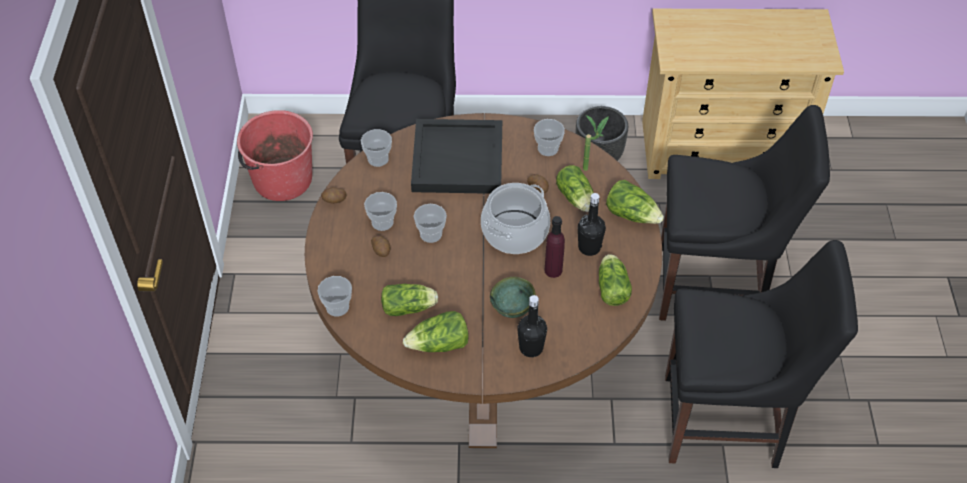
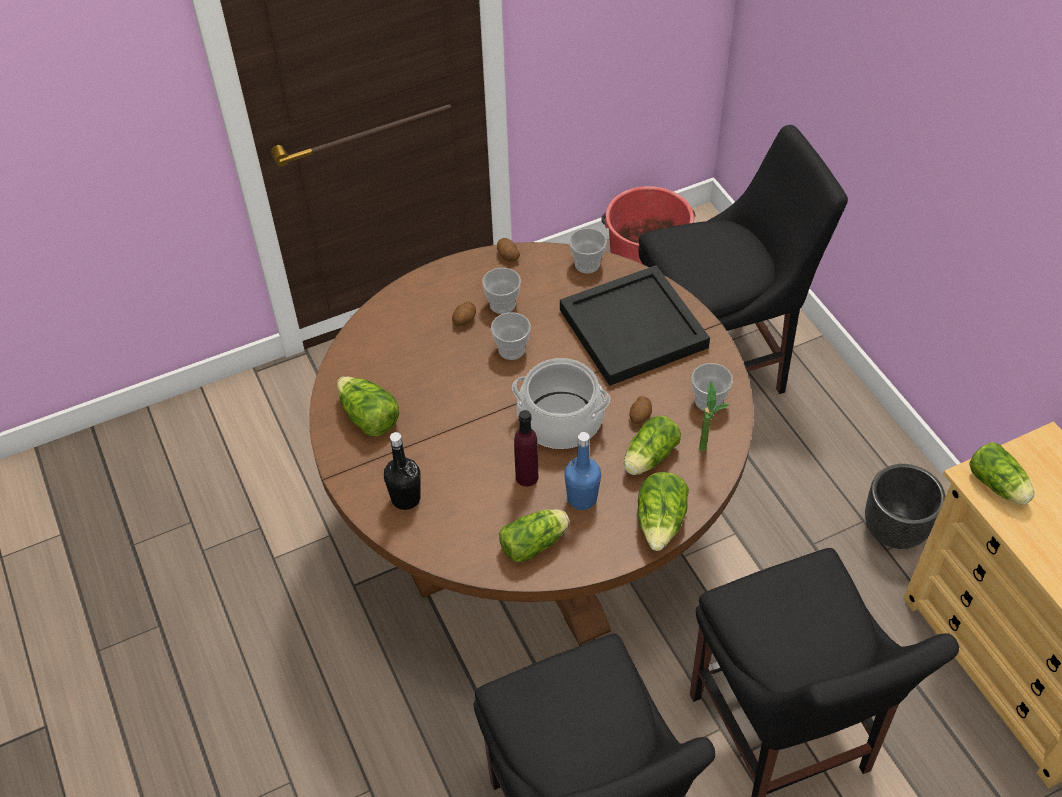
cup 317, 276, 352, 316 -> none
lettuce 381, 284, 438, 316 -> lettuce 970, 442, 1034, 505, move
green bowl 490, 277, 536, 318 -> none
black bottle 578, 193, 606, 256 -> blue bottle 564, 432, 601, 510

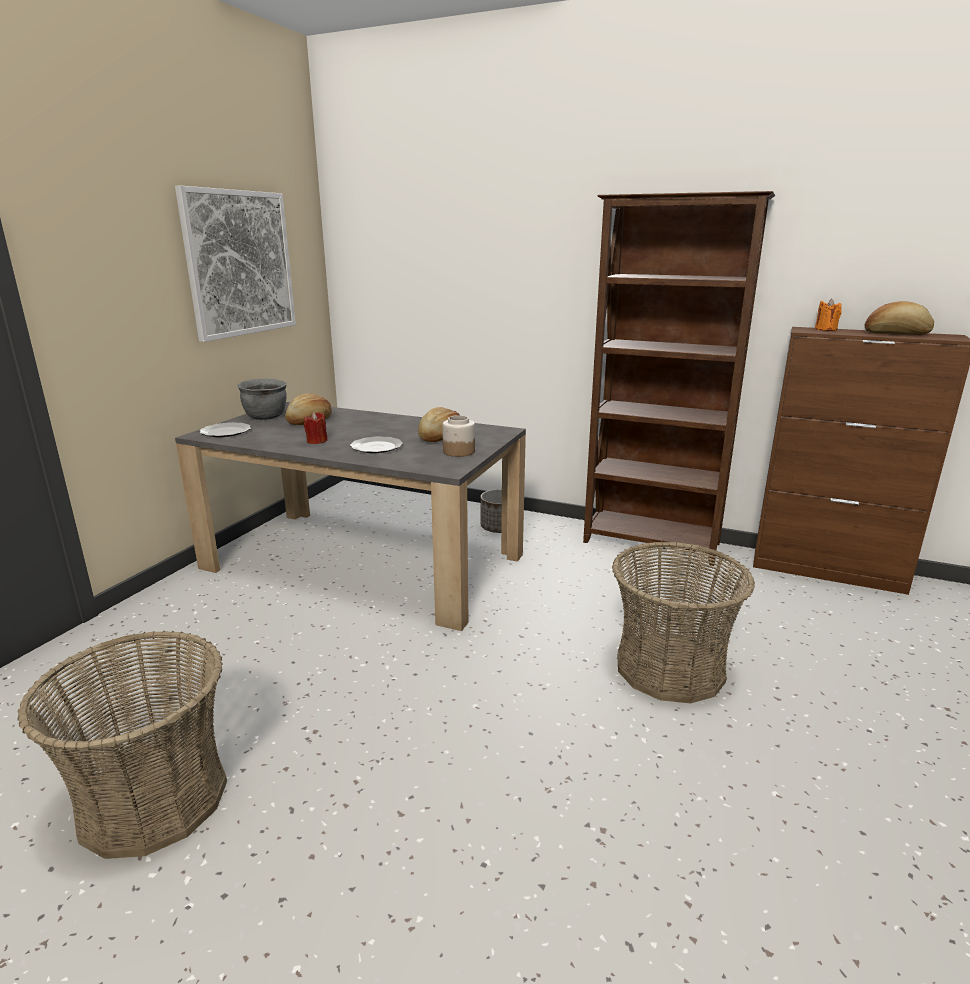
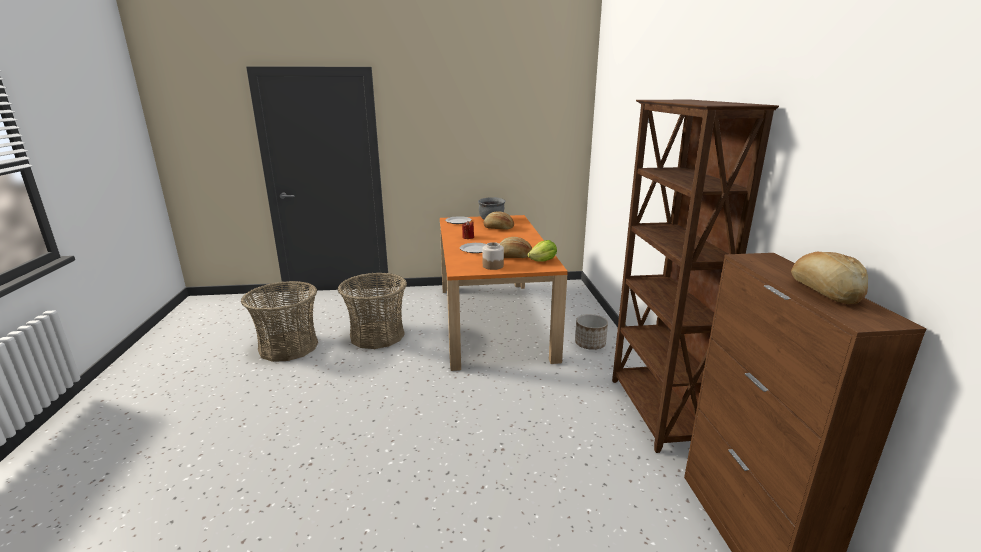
picture 175, 185, 296, 342 -> none
grey dining table 175, 402, 526, 631 -> orange dining table 440, 215, 568, 371
basket 612, 541, 755, 703 -> basket 338, 273, 407, 349, move
orange candle 815, 298, 842, 331 -> none
none -> lettuce 527, 240, 557, 262

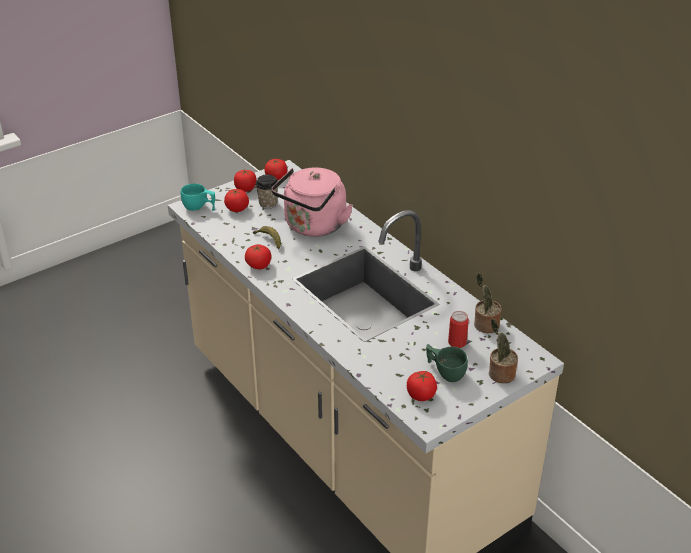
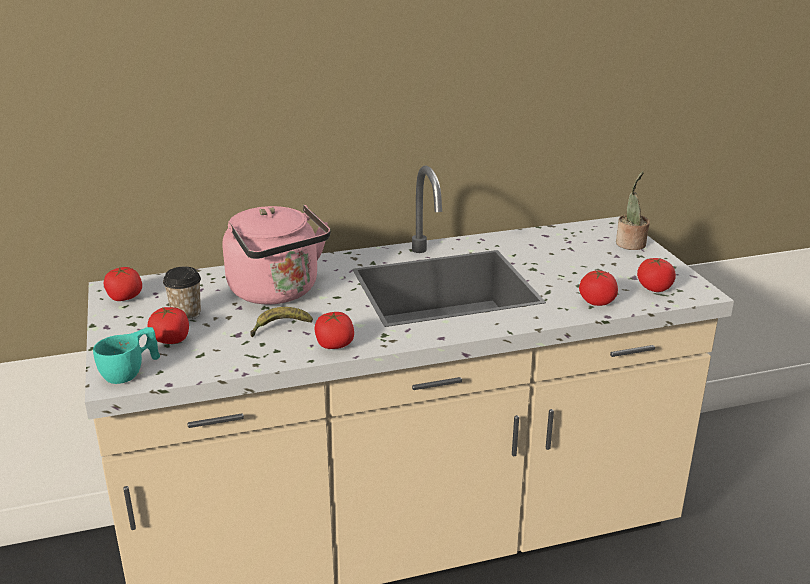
tomato 234, 170, 256, 192 -> tomato 579, 271, 618, 306, move
green cup 426, 344, 468, 382 -> none
can 448, 311, 469, 348 -> none
potted plant 474, 273, 502, 333 -> none

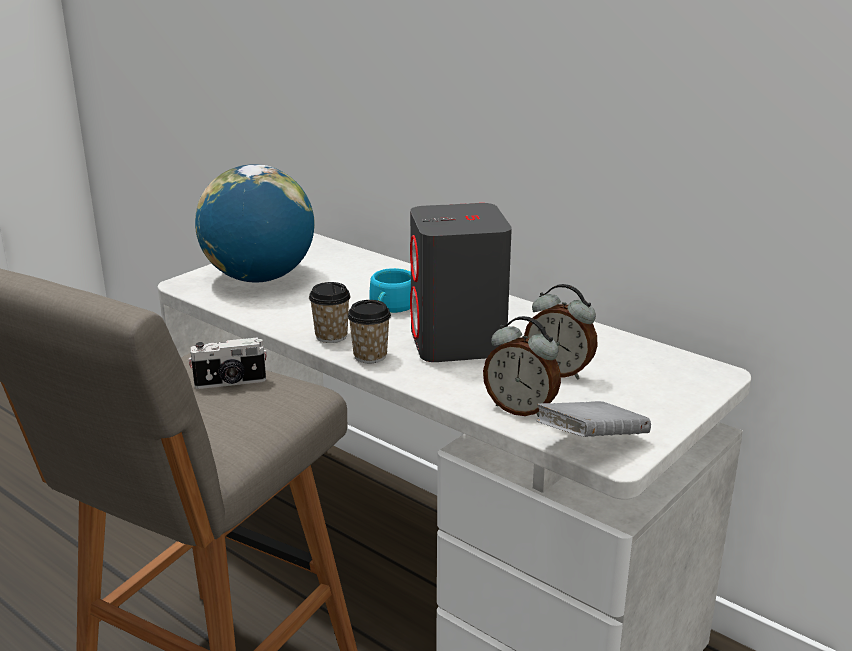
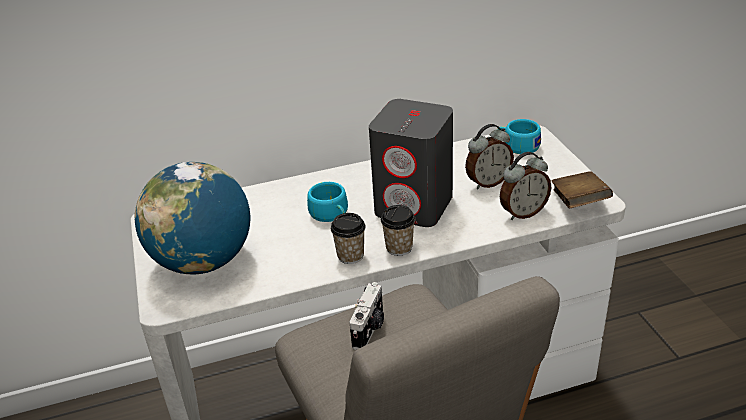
grey book 536, 401, 651, 437 -> brown book 551, 171, 613, 209
none -> turquoise cup 497, 119, 541, 154

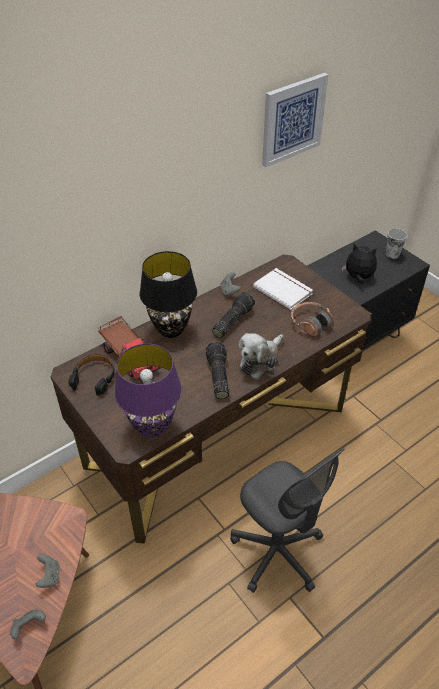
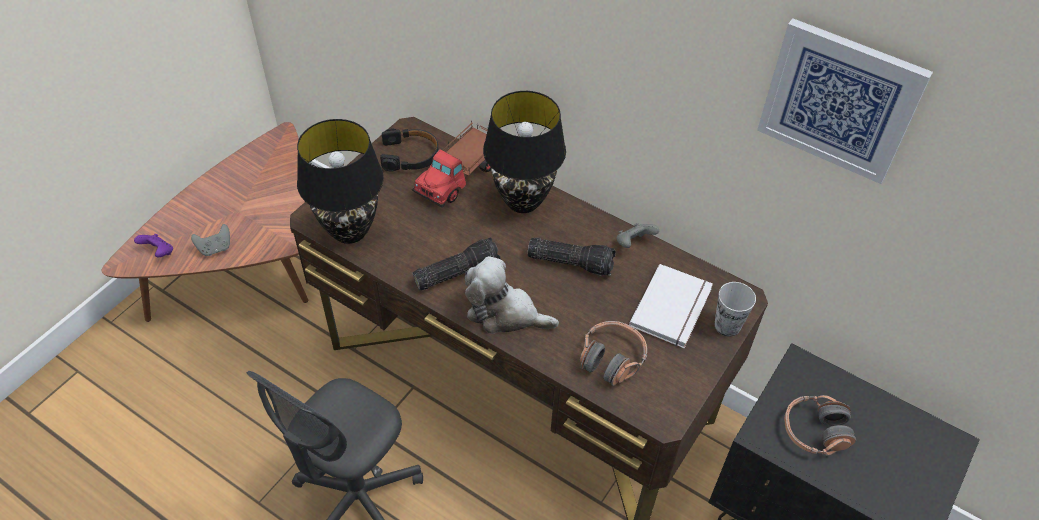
grey game controller 10, 609, 46, 639 -> purple game controller 134, 234, 173, 257
purple table lamp 114, 344, 182, 437 -> black table lamp 297, 119, 384, 244
plush toy 341, 243, 377, 284 -> headphones 784, 395, 856, 456
cup 386, 229, 407, 259 -> cup 714, 282, 756, 337, move

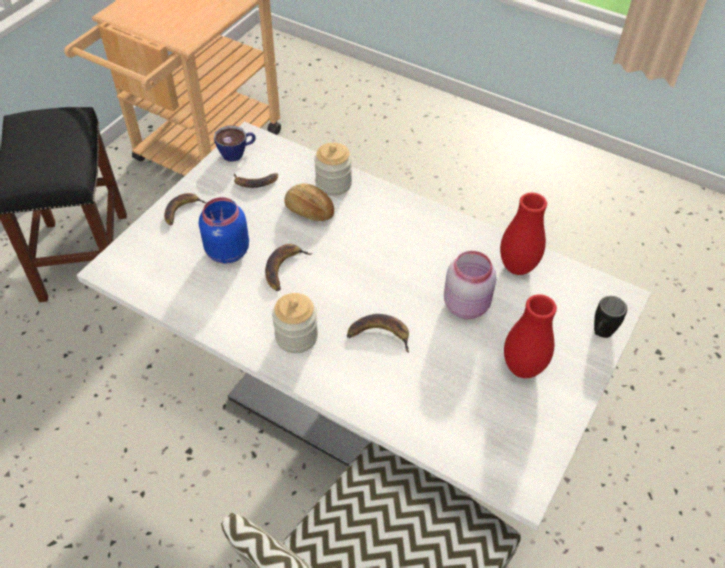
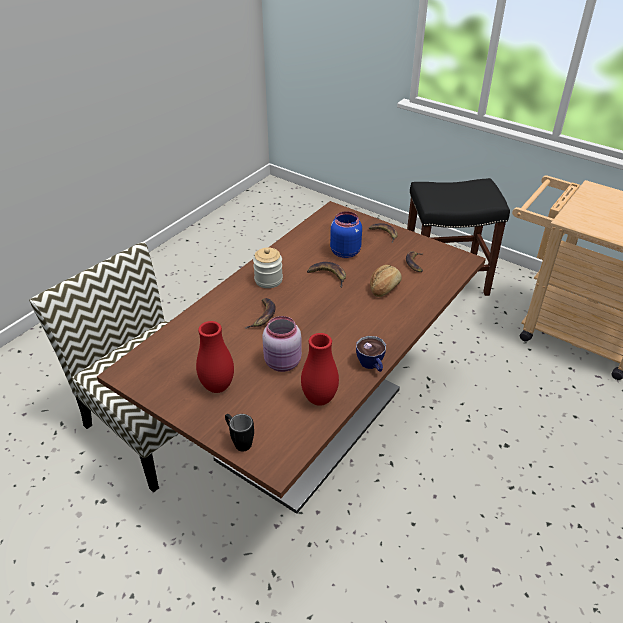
white dining table 77, 122, 651, 531 -> brown dining table 97, 201, 486, 514
cup 214, 125, 256, 162 -> cup 356, 336, 386, 372, move
jar 314, 143, 352, 196 -> none

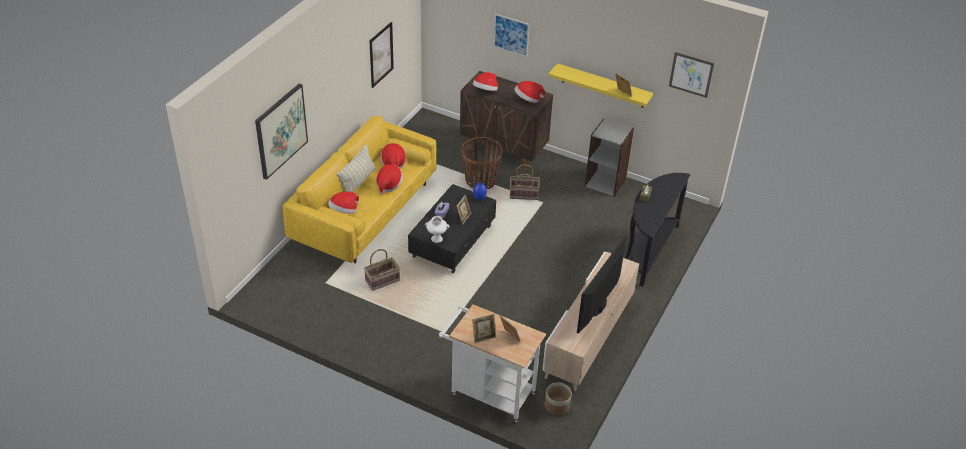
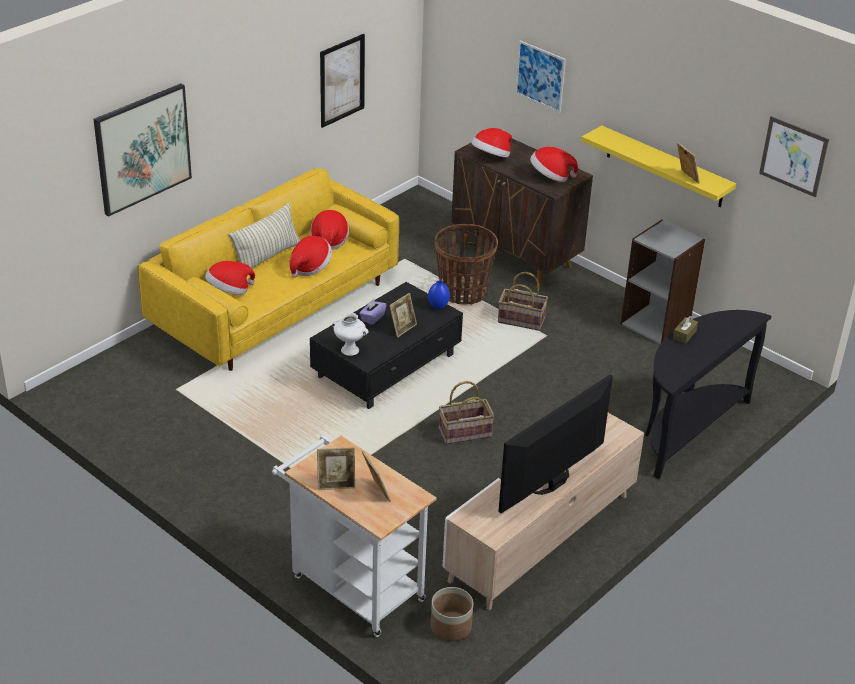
basket 364, 249, 400, 291 -> basket 439, 381, 495, 445, move

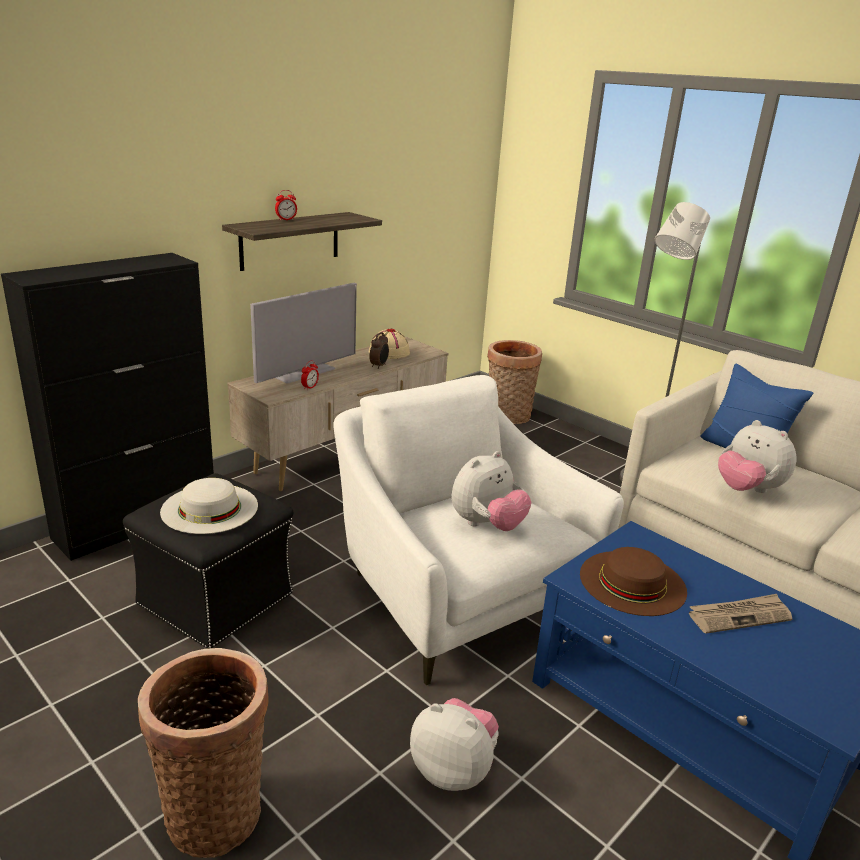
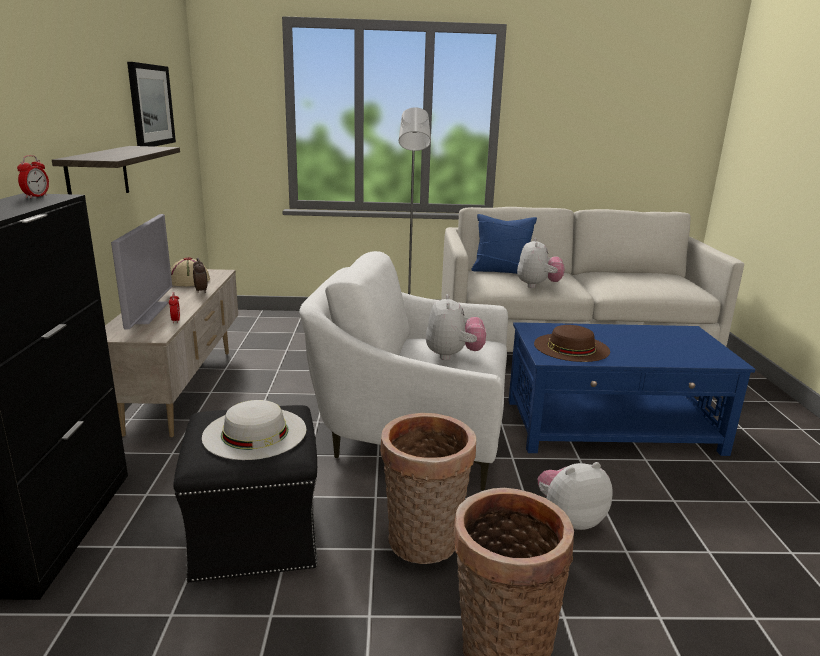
alarm clock 275, 190, 297, 221 -> alarm clock 17, 155, 49, 198, move
basket 487, 340, 542, 424 -> basket 380, 413, 476, 564, move
newspaper 689, 594, 792, 634 -> none
plush toy 718, 420, 796, 493 -> plush toy 517, 238, 565, 288, 90 degrees counterclockwise
none -> picture 127, 62, 176, 147

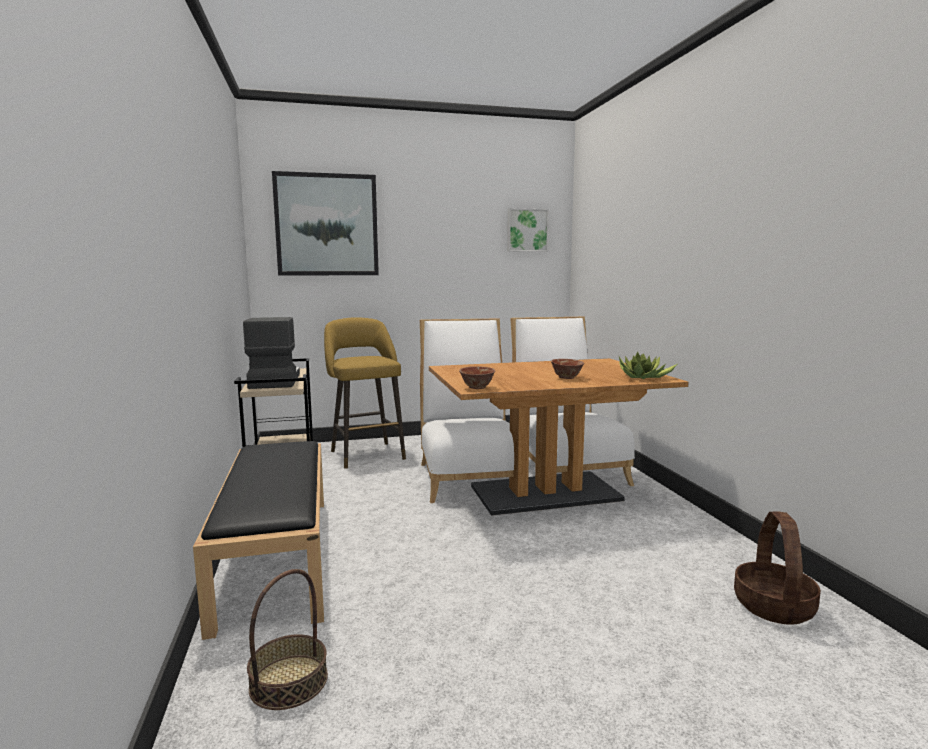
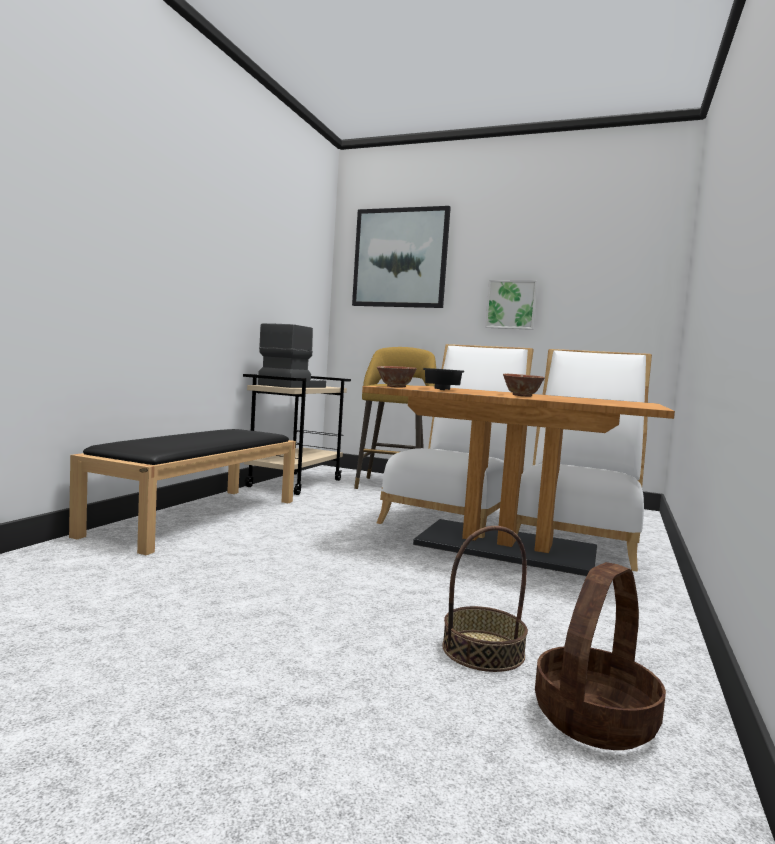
basket 247, 569, 328, 710 -> basket 442, 526, 528, 672, move
picture 507, 208, 549, 252 -> picture 485, 280, 538, 330, move
potted plant 618, 351, 677, 379 -> none
none -> black bowl 423, 368, 465, 390

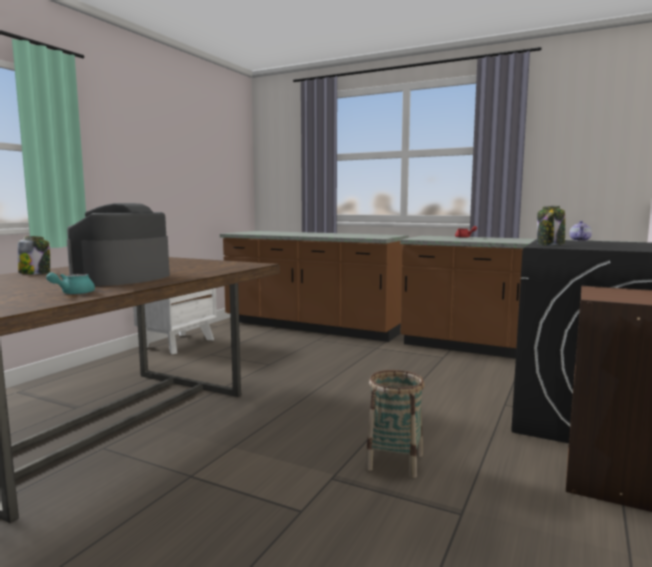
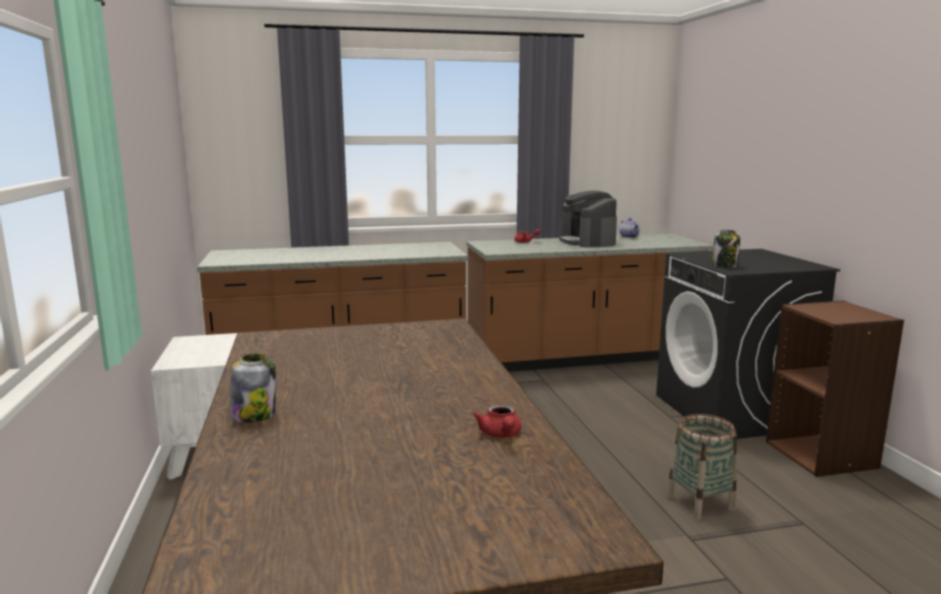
turquoise teapot 46, 272, 95, 295 -> red teapot 473, 404, 521, 438
coffee machine 67, 203, 170, 286 -> coffee machine 559, 190, 617, 247, move

